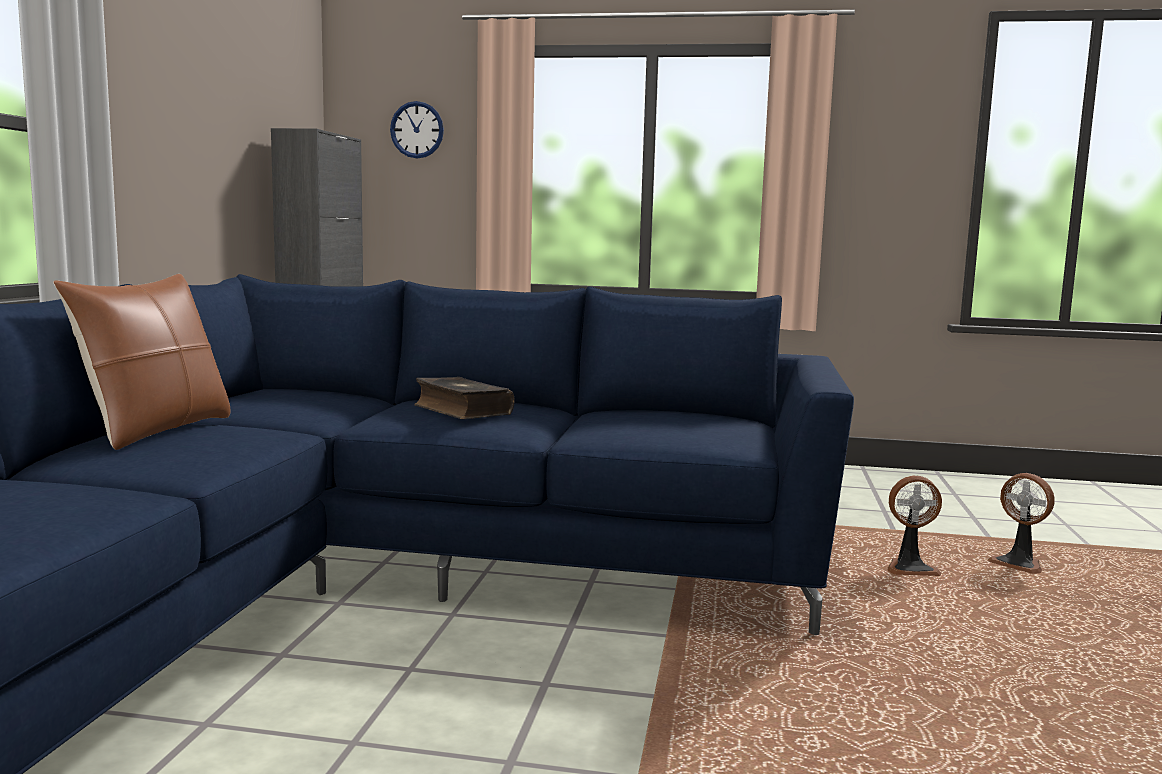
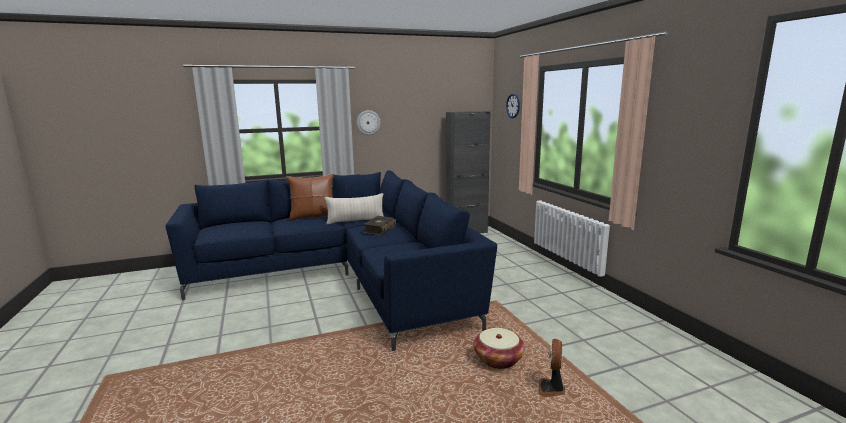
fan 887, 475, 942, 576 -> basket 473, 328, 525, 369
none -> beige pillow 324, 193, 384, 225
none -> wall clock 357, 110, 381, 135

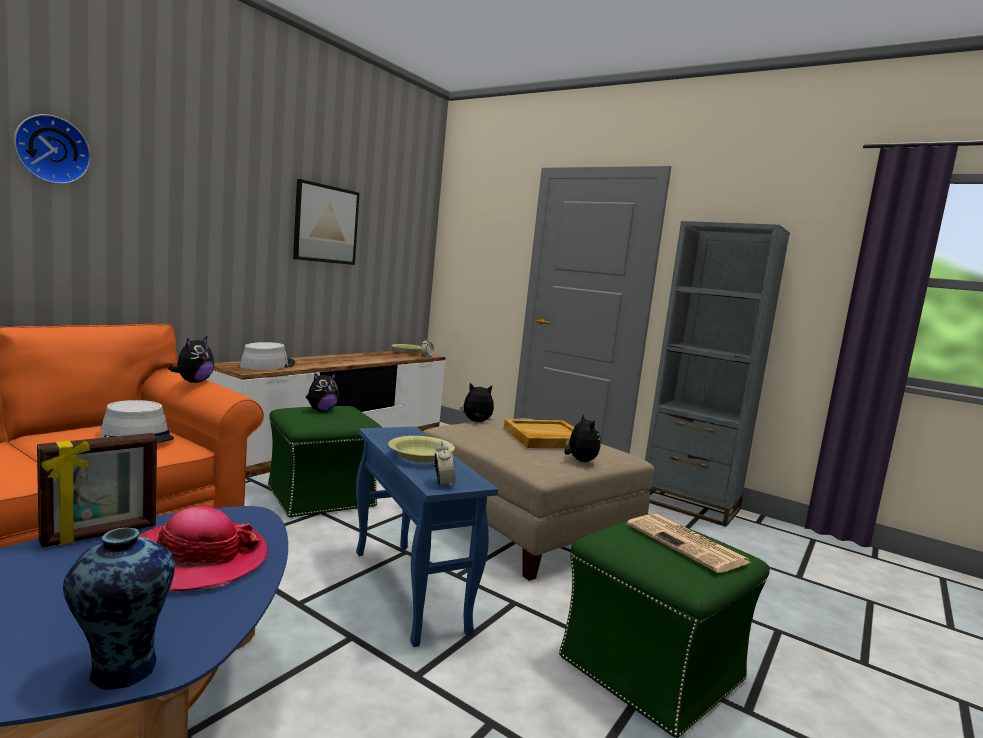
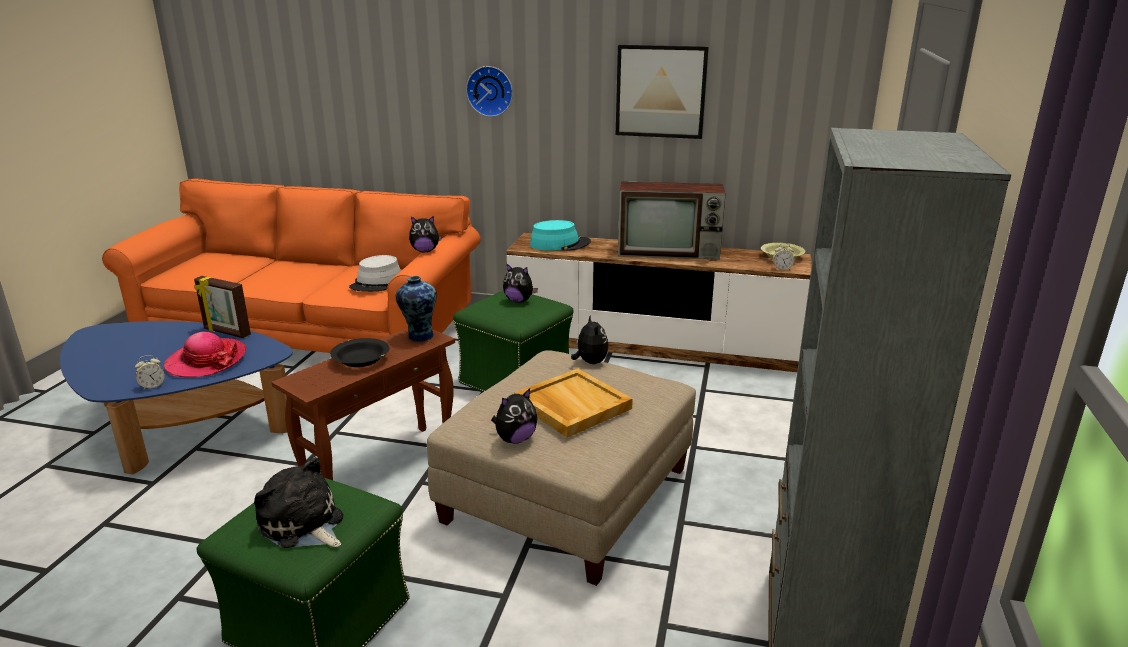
wall clock 14, 114, 91, 184 -> wall clock 466, 66, 513, 117, move
vase 63, 528, 175, 690 -> vase 396, 276, 437, 342, move
grey hat 240, 342, 295, 370 -> turquoise hat 530, 220, 591, 251
blue side table 356, 427, 498, 647 -> brown side table 272, 328, 455, 480
yellow bowl 388, 436, 455, 463 -> black bowl 330, 338, 390, 367
alarm clock 434, 441, 456, 488 -> alarm clock 135, 355, 165, 390, move
newspaper 627, 514, 752, 573 -> plush toy 254, 457, 343, 548
none -> television 618, 181, 726, 260

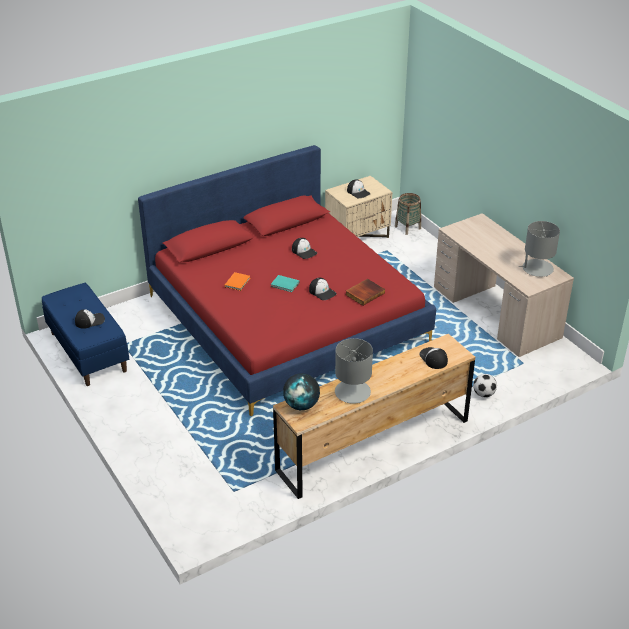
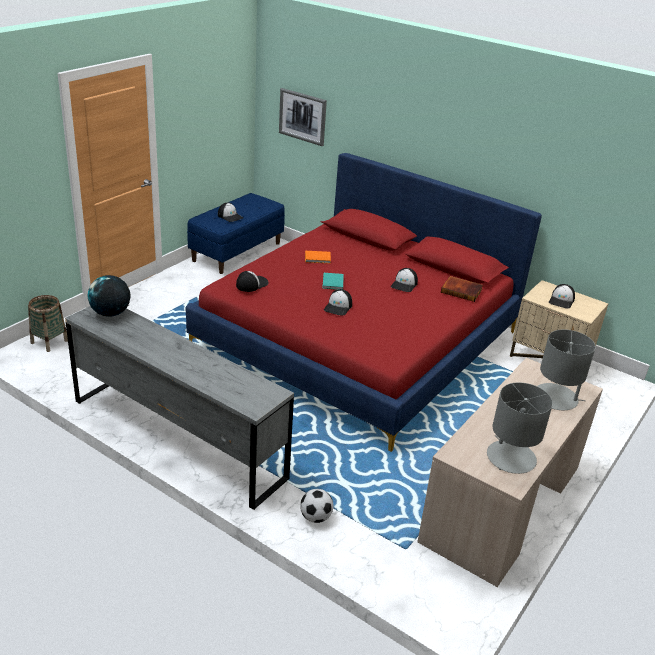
brown dresser 273, 334, 475, 499 -> grey dresser 65, 306, 294, 510
grey table lamp 335, 338, 373, 404 -> grey table lamp 537, 329, 596, 410, move
book 346, 279, 385, 306 -> book 441, 276, 483, 302, move
basket 395, 193, 421, 235 -> basket 28, 295, 68, 352, move
cap 419, 347, 448, 369 -> cap 236, 271, 268, 292, move
none -> picture 279, 88, 327, 146

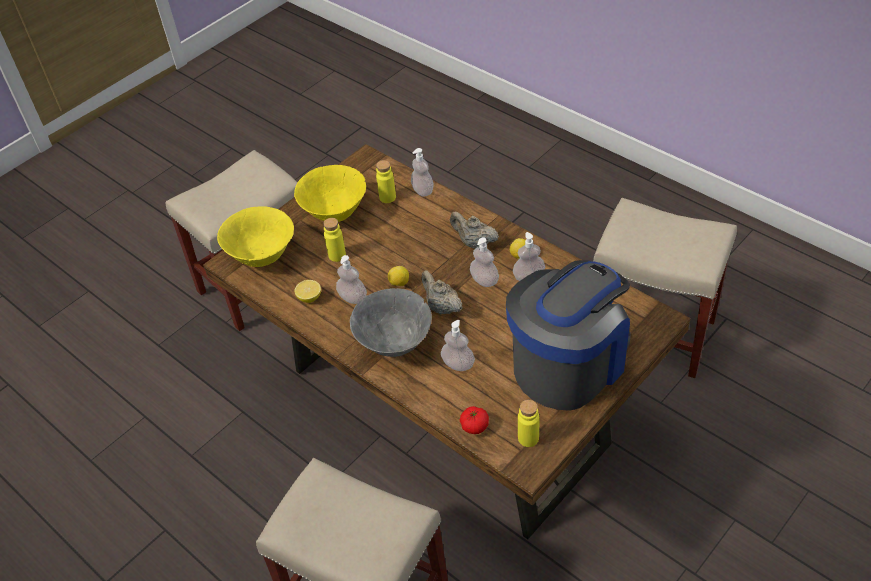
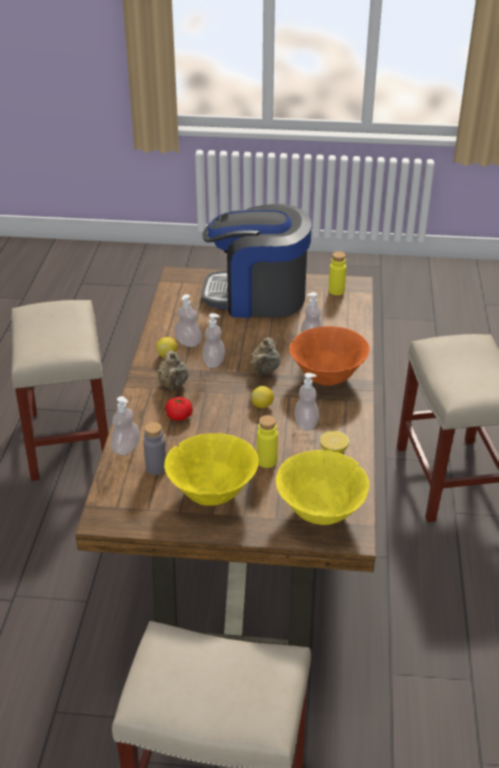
grey bowl 350, 288, 432, 357 -> orange bowl 289, 326, 370, 386
yellow bottle 376, 160, 396, 203 -> grey bottle 143, 422, 166, 475
tomato 460, 406, 489, 434 -> tomato 165, 397, 193, 421, move

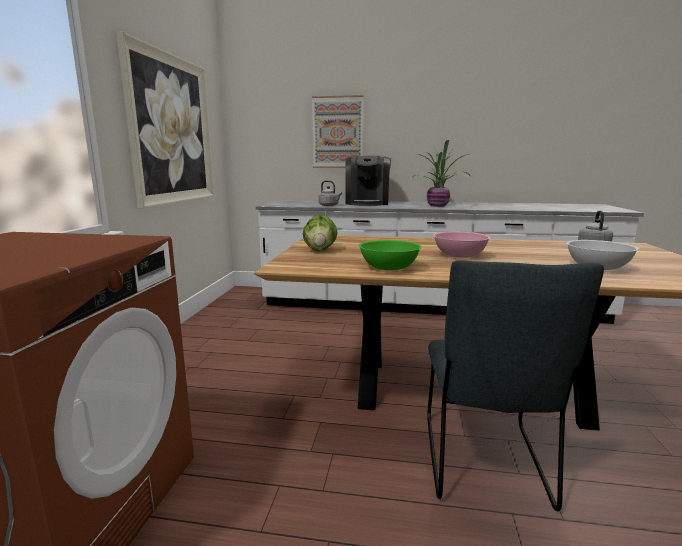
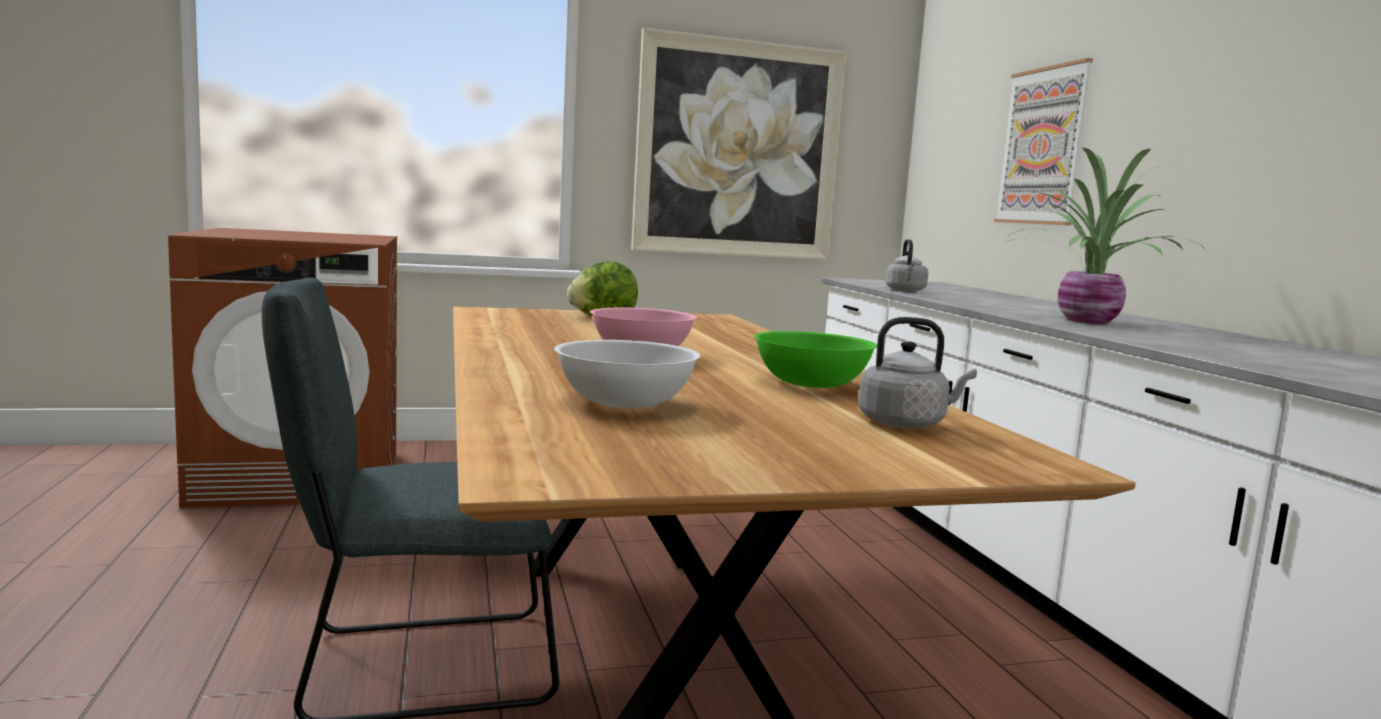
coffee machine 345, 156, 391, 206 -> none
green bowl 358, 240, 422, 270 -> green bowl 754, 331, 877, 388, move

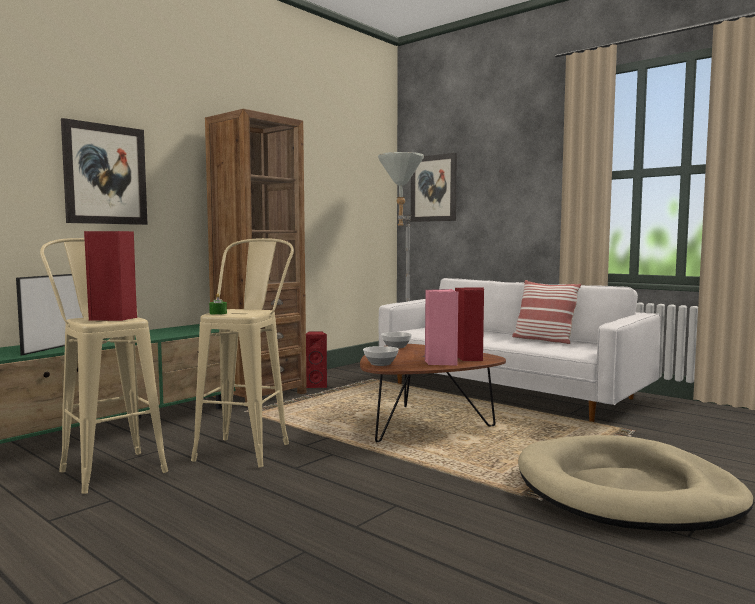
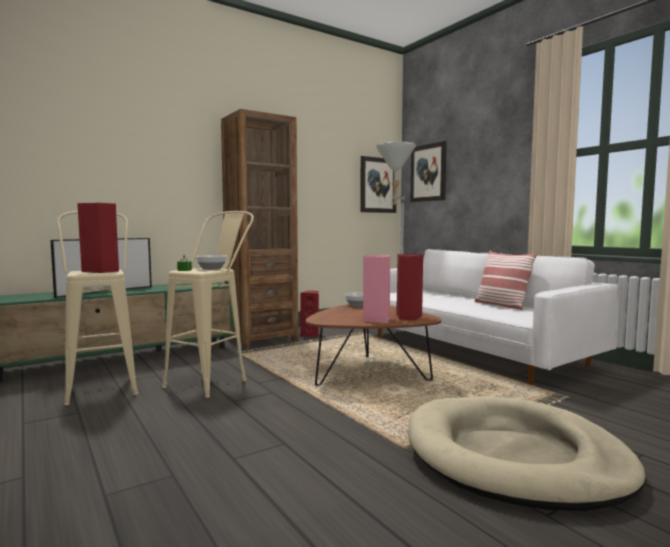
picture 61, 118, 148, 225 -> picture 360, 156, 396, 213, move
bowl 363, 346, 399, 366 -> bowl 195, 255, 227, 270, move

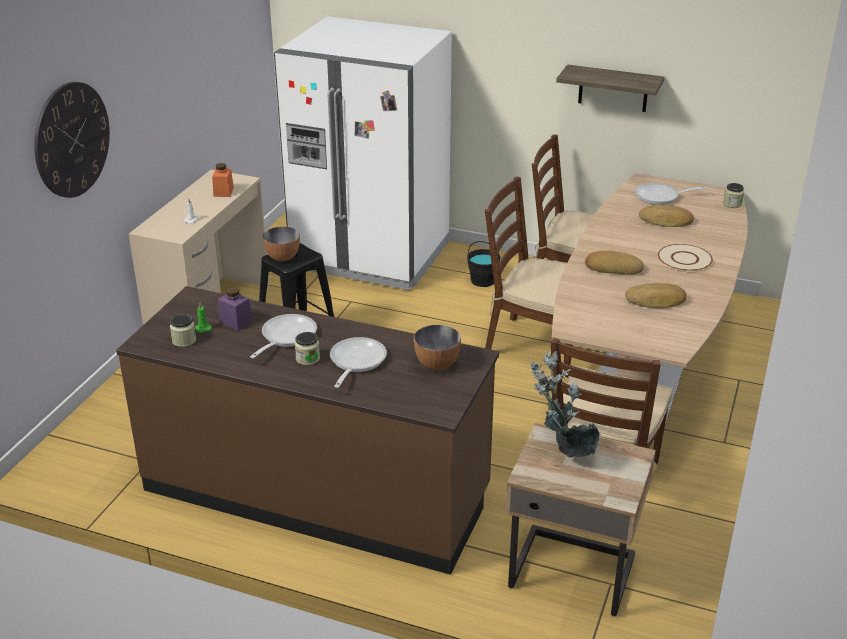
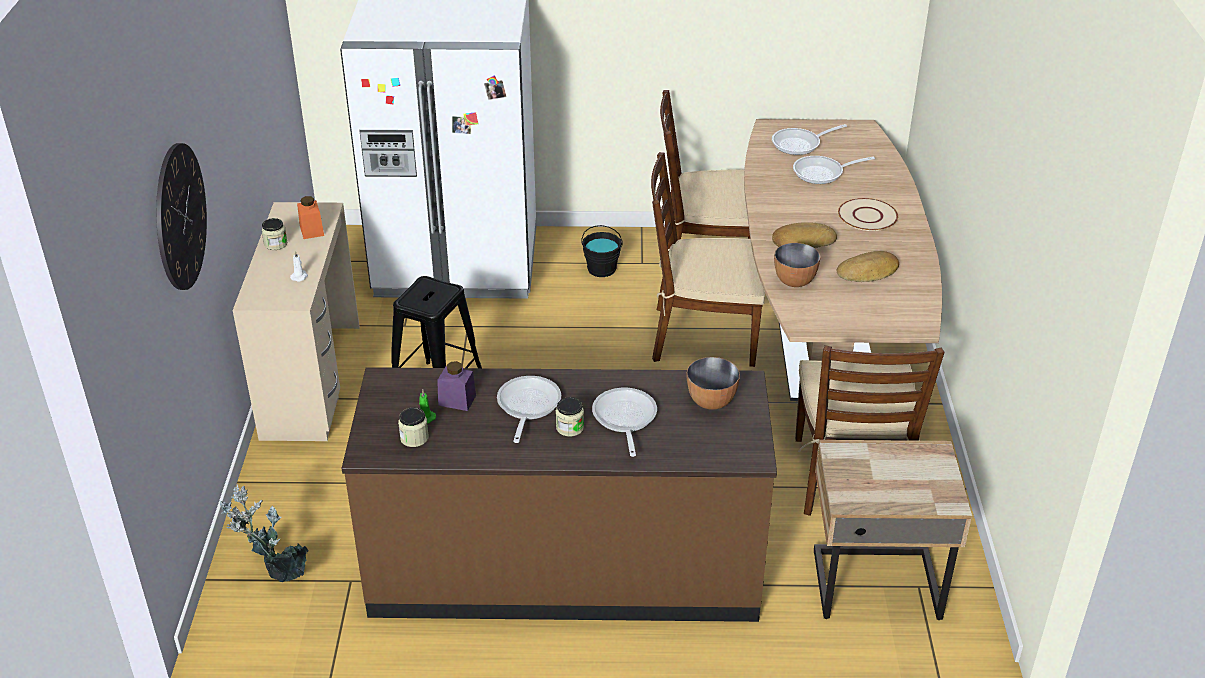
bowl 263, 226, 300, 261 -> bowl 774, 243, 821, 287, move
potted plant 531, 351, 600, 458 -> potted plant 219, 484, 308, 582, move
shelf 556, 65, 664, 112 -> none
bread 639, 205, 694, 227 -> frying pan 793, 156, 875, 184
jar 723, 183, 744, 208 -> jar 261, 218, 287, 250, move

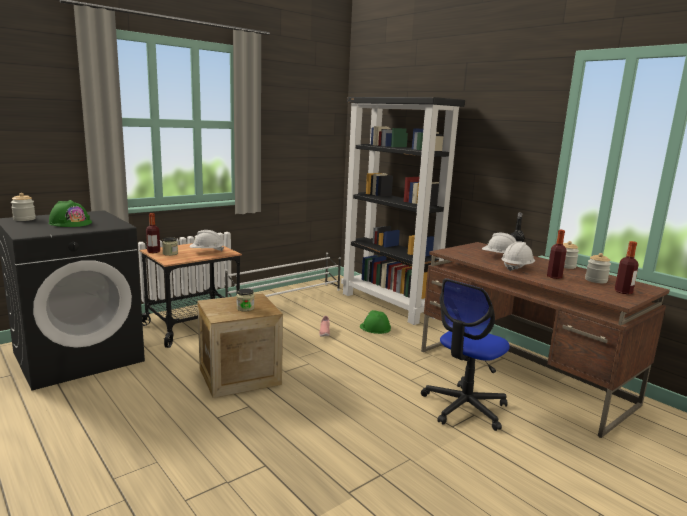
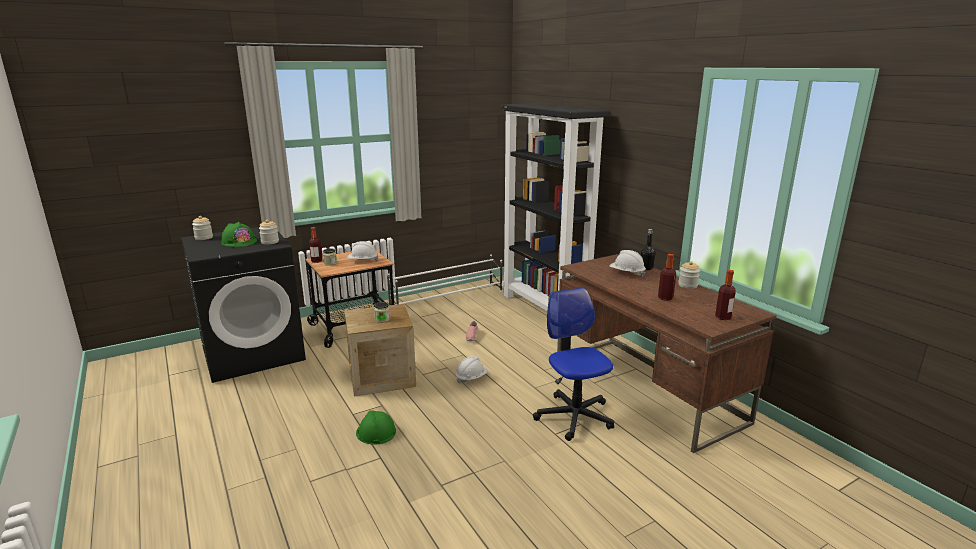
green hard hat 360, 310, 391, 334 -> green hard hat 356, 410, 396, 445, move
office chair 421, 278, 510, 431 -> office chair 533, 287, 614, 441, 105 degrees clockwise
white hard hat 501, 241, 535, 271 -> white hard hat 455, 356, 488, 384, move
jar 585, 253, 611, 283 -> jar 259, 220, 279, 245, move

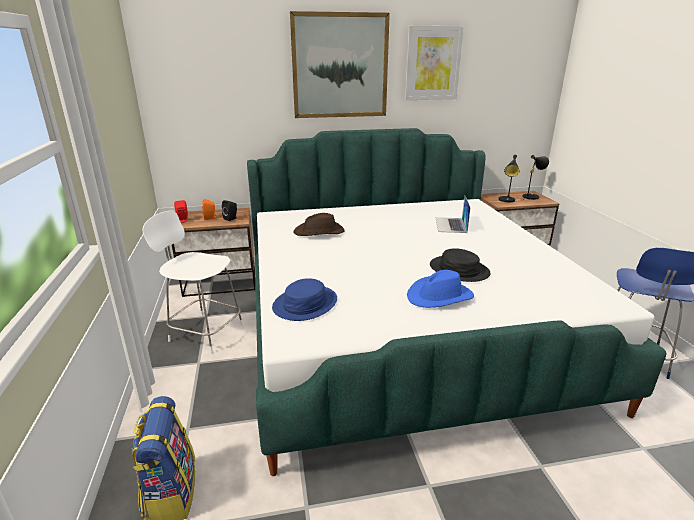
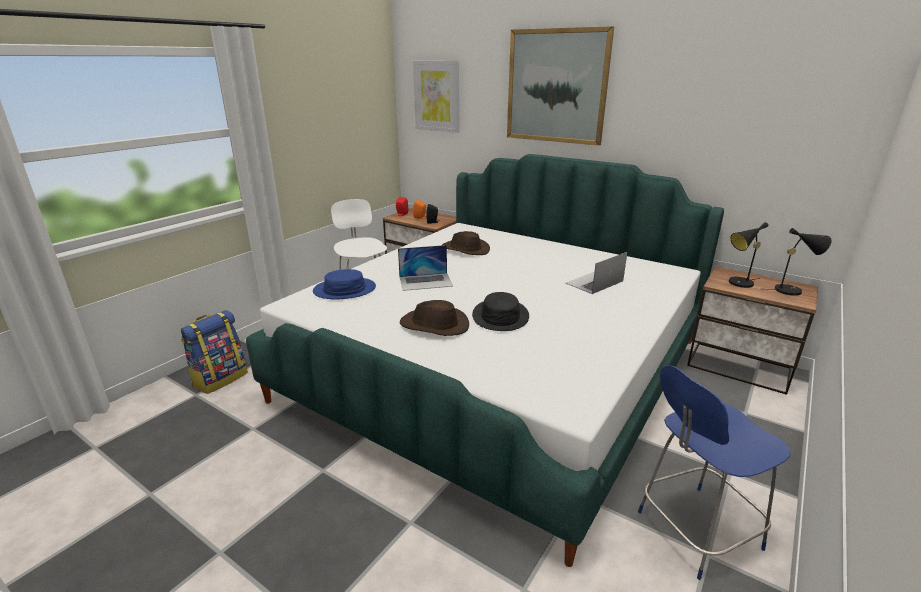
picture 405, 26, 464, 100 -> picture 413, 60, 459, 133, move
blue hat 407, 270, 474, 308 -> brown hat 400, 300, 469, 336
none -> laptop 398, 245, 453, 291

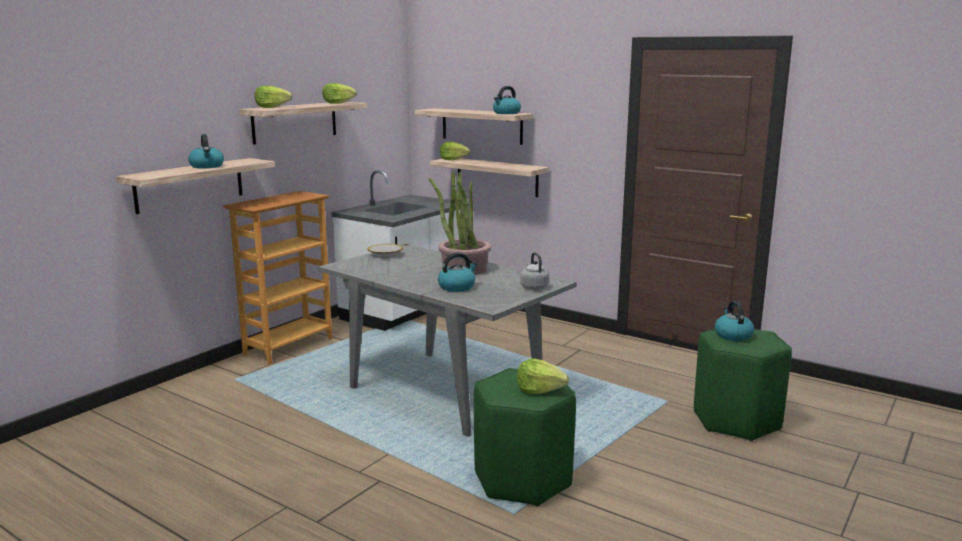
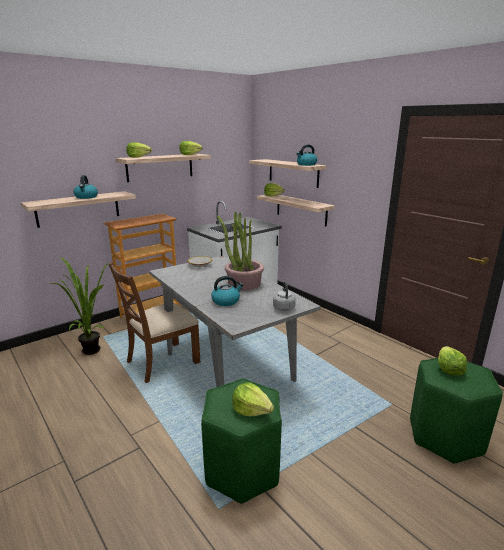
kettle 715, 301, 754, 341 -> lettuce 438, 346, 467, 375
none -> potted plant 52, 257, 108, 355
none -> brown chair 109, 262, 200, 383

